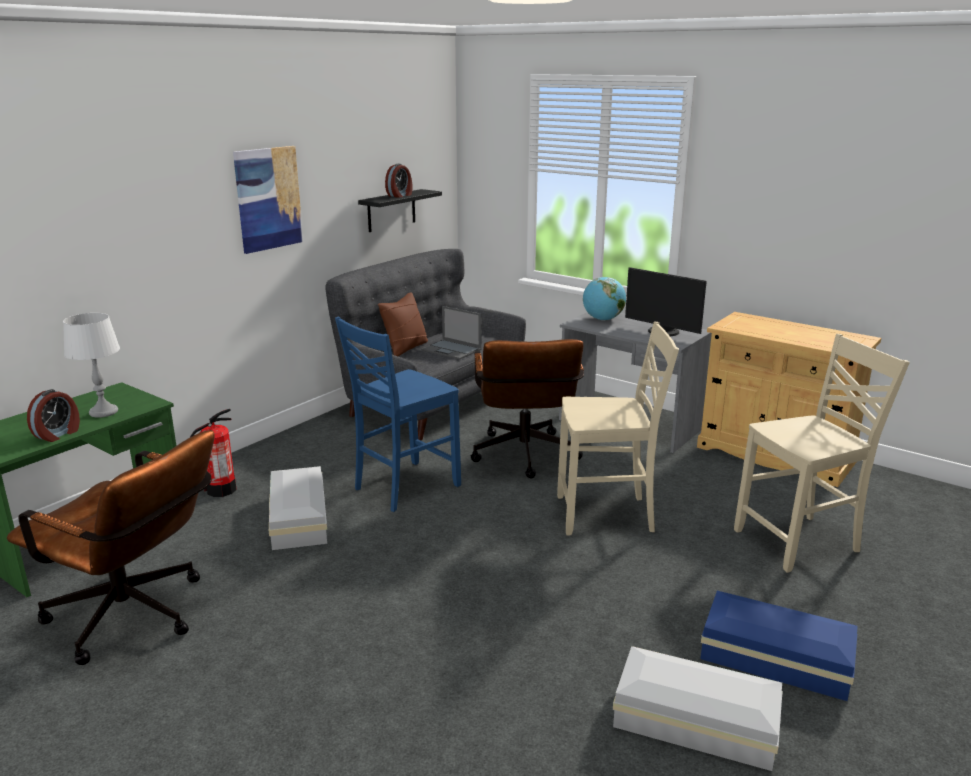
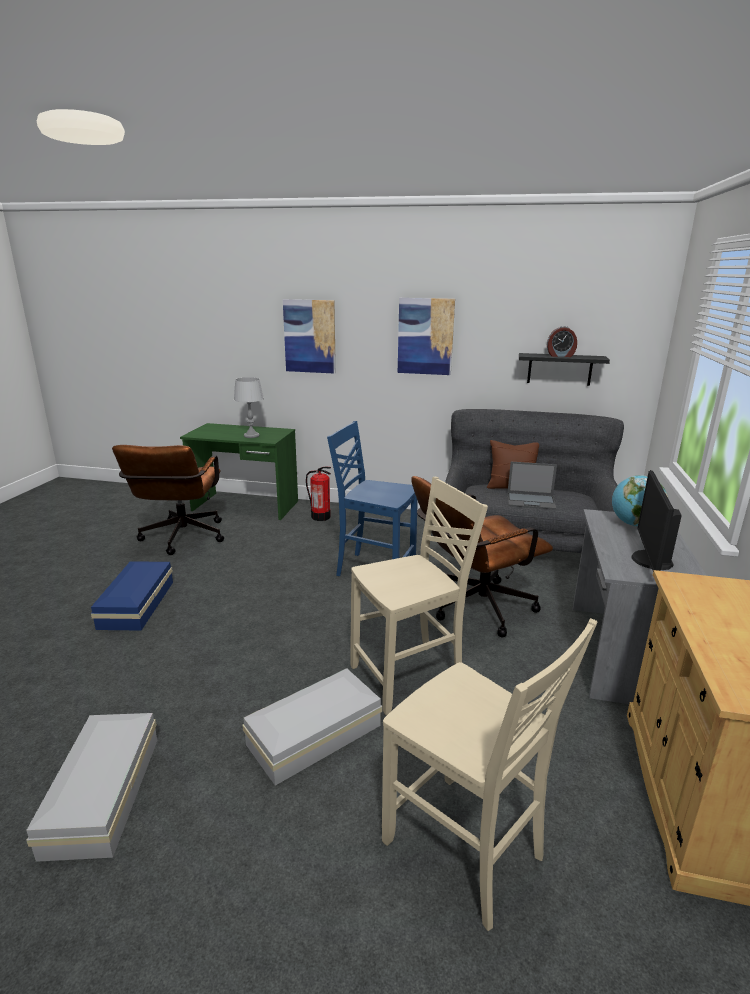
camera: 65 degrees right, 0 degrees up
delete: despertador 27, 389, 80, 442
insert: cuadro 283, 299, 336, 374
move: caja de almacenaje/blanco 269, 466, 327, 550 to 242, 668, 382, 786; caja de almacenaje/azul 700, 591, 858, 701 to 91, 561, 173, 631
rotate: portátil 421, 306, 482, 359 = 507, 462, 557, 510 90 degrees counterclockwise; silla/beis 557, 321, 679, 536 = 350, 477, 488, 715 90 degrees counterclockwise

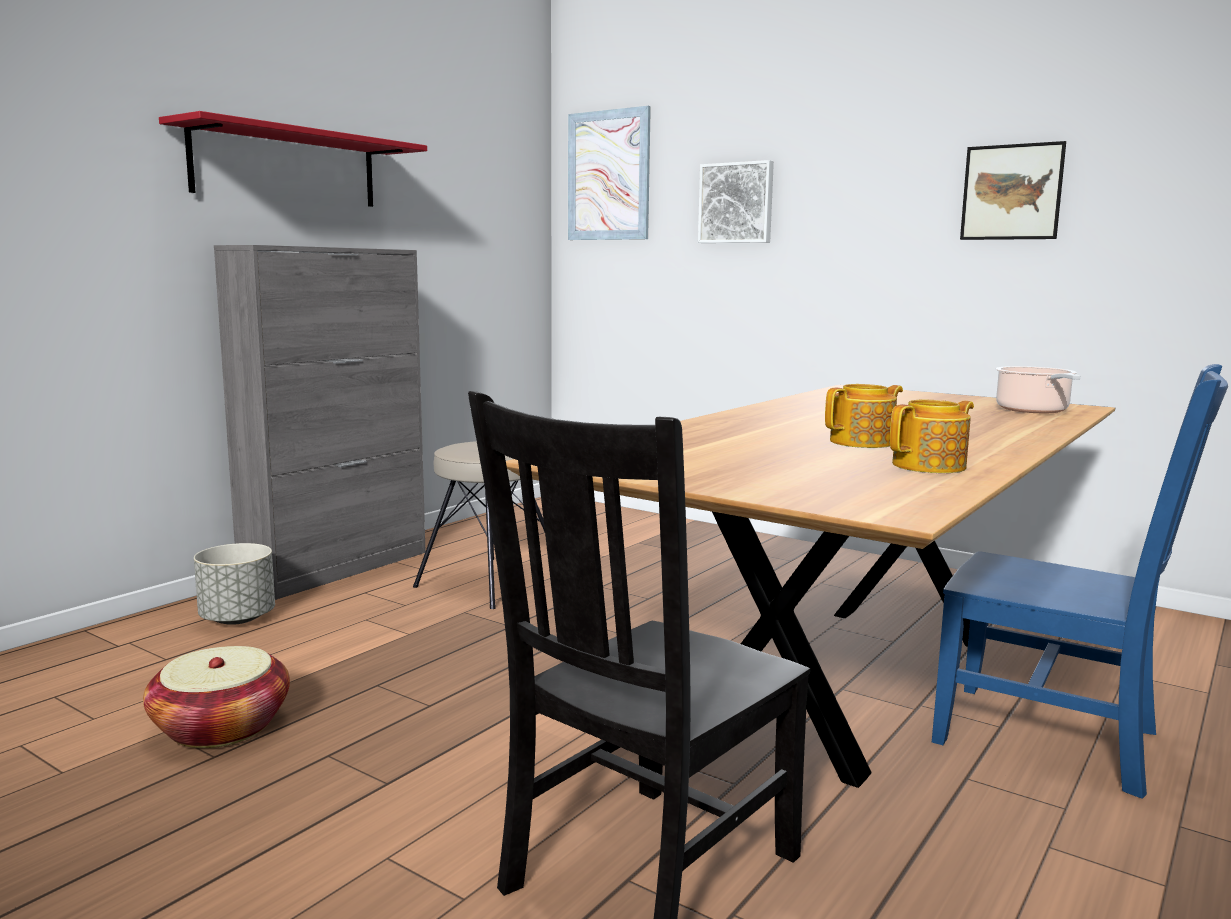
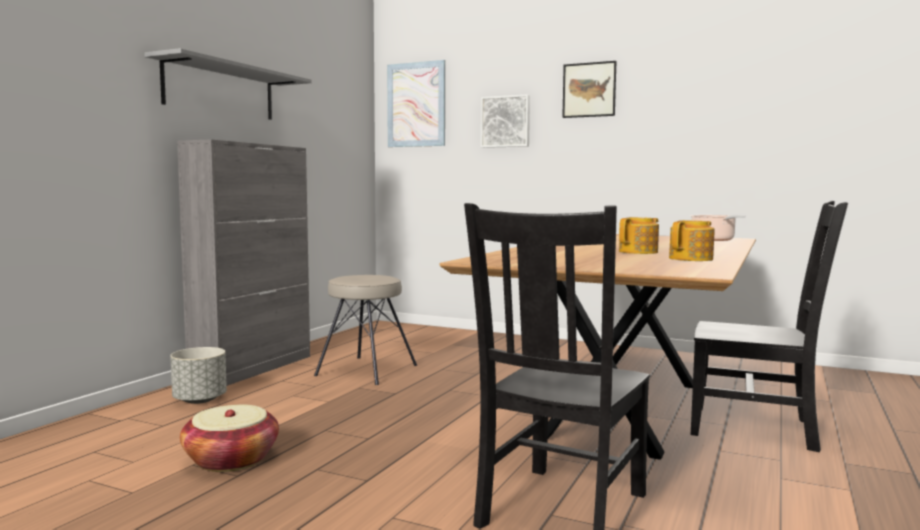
camera: 10 degrees left, 5 degrees down
move: cuadro 960, 141, 1066, 240 to 562, 61, 617, 118
recolor: estante/rojo 159, 111, 427, 207 to estante/gris 144, 48, 312, 120; silla/azul 932, 364, 1228, 799 to silla/negro 691, 201, 848, 452

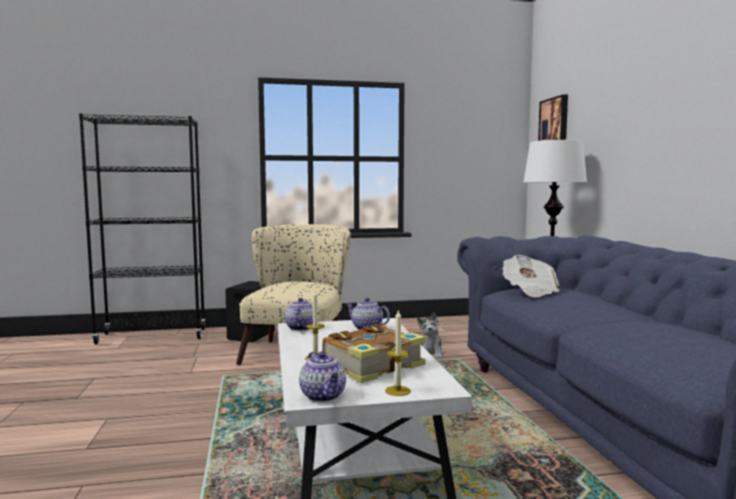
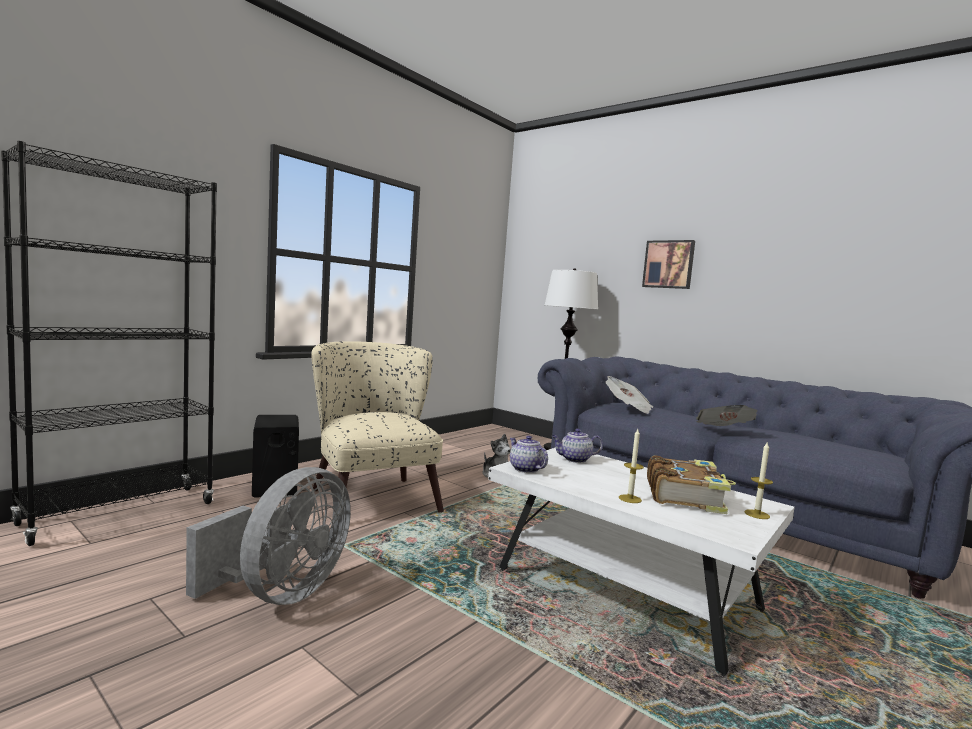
camera: 40 degrees left, 0 degrees up
delete: tetera 299, 351, 346, 402
insert: ventilador/gris 186, 467, 351, 605; periódico 696, 405, 757, 426
move: cuadro 538, 94, 568, 141 to 642, 240, 695, 289

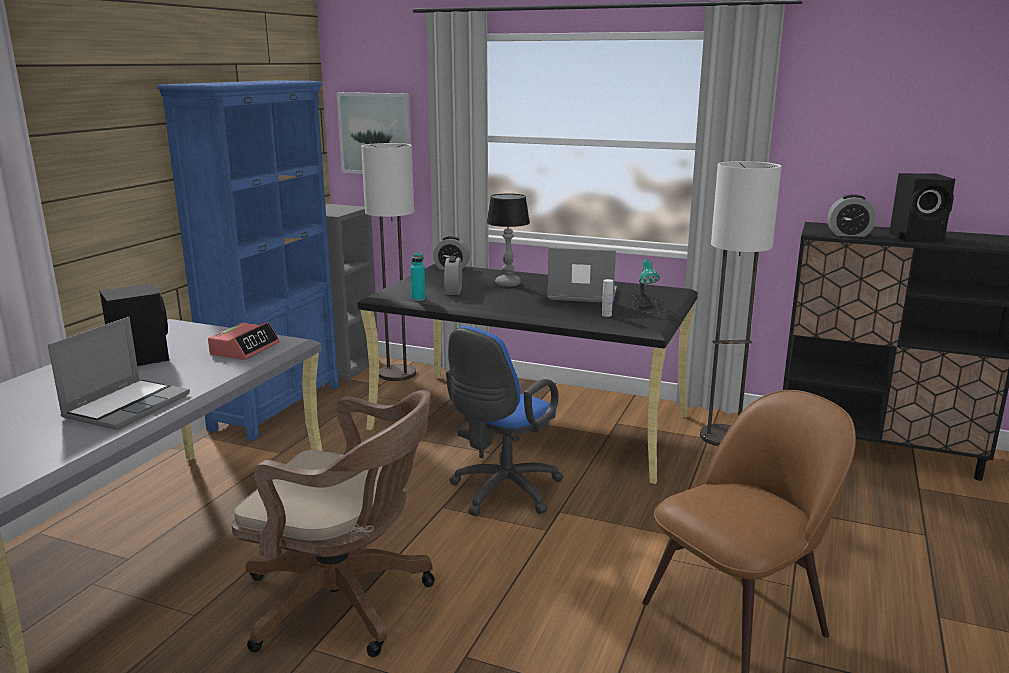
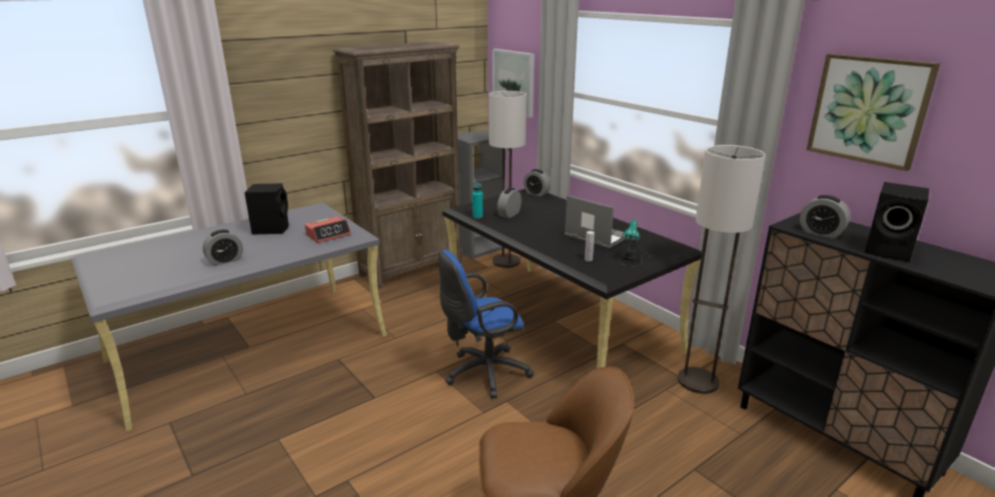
camera: 30 degrees right, 5 degrees up
delete: silla de oficina/marrón 232, 390, 435, 657; lámpara de mesa 486, 194, 530, 287
insert: cuadro 807, 53, 940, 171
replace: portátil 48, 317, 190, 430 to despertador 203, 230, 243, 266
recolor: estantería/azul 157, 80, 339, 441 to estantería/marrón 333, 41, 462, 289

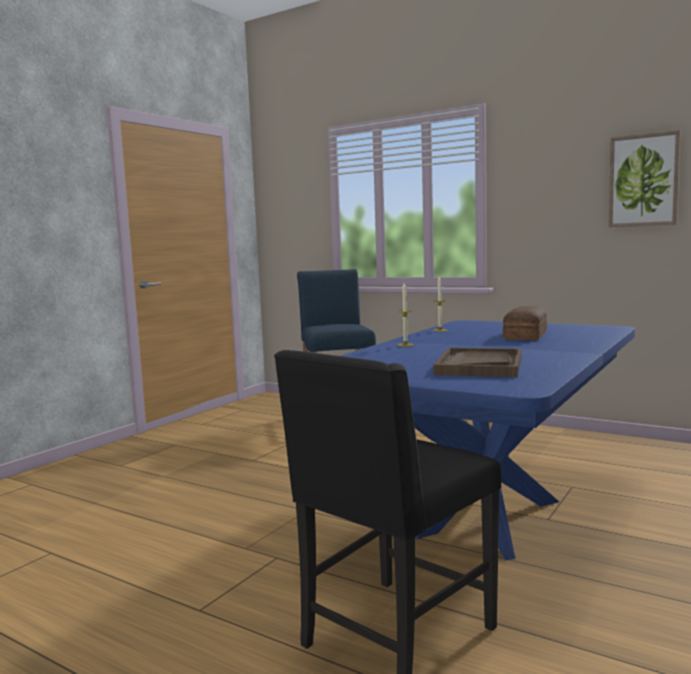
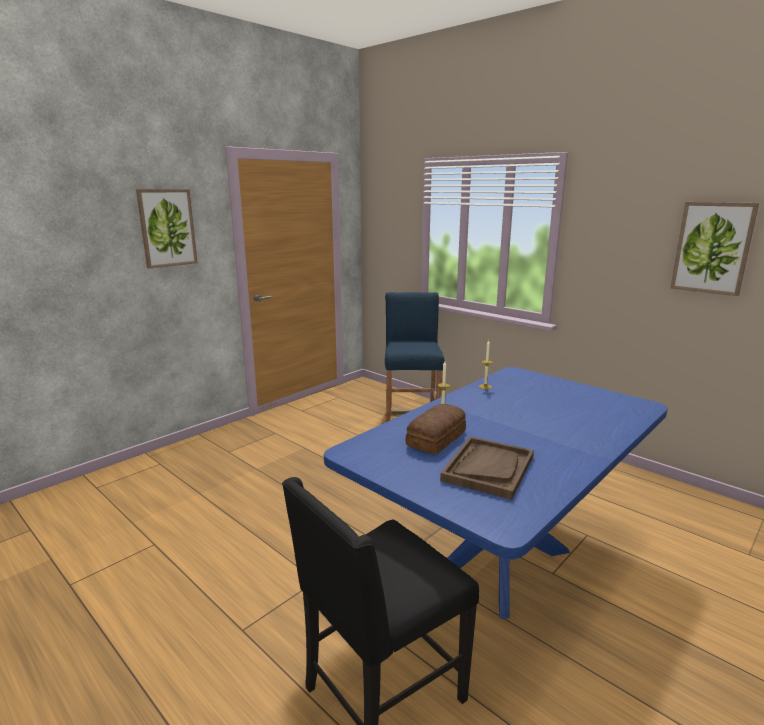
camera: 10 degrees right, 10 degrees up
insert: cuadro 136, 189, 198, 269
move: pan 503, 306, 547, 340 to 405, 404, 466, 454

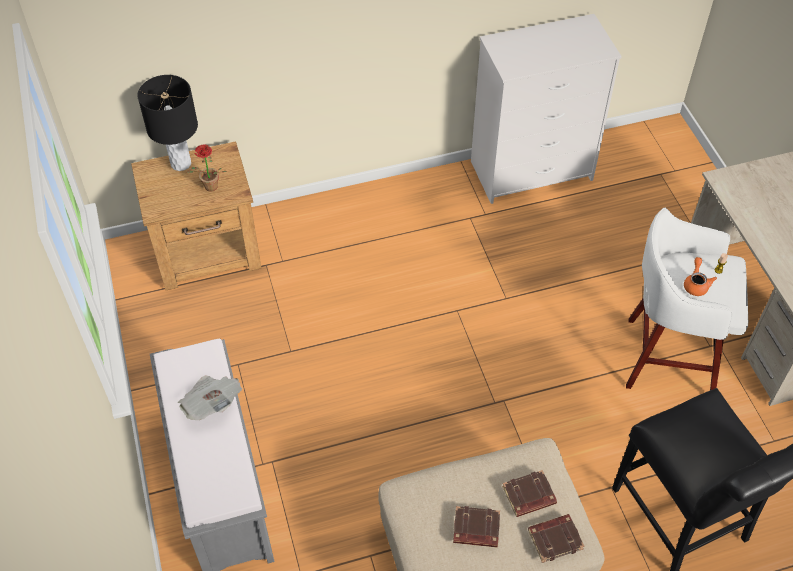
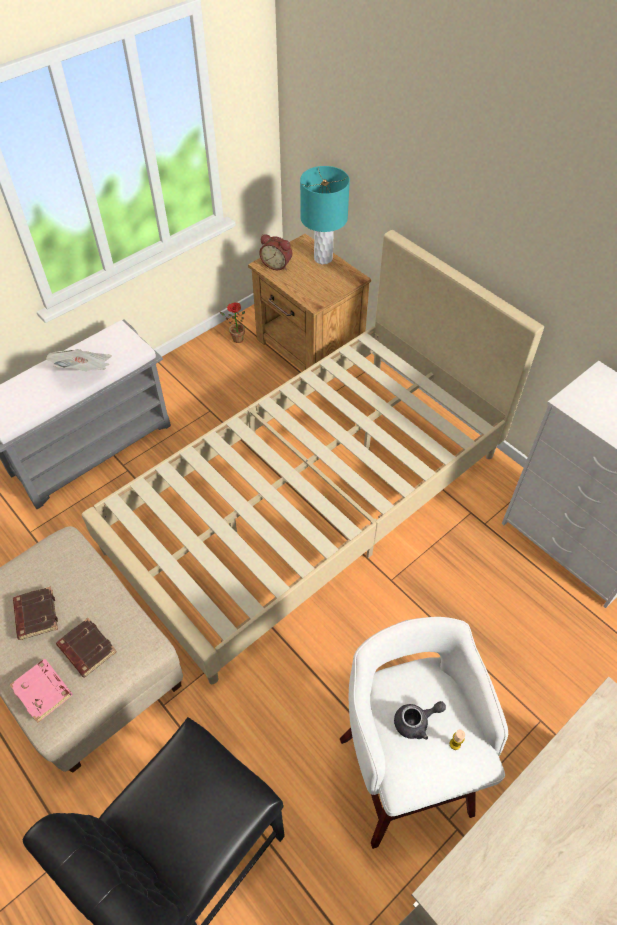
camera: 65 degrees right, 0 degrees up
insert: cama/beis 82, 230, 544, 684; despertador 259, 234, 292, 270
move: planta en maceta 187, 145, 227, 191 to 220, 302, 245, 343
recolor: lámpara de mesa/negro 138, 75, 198, 171 to lámpara de mesa/turquesa 300, 166, 350, 264; libro/marrón 528, 514, 585, 563 to libro/rosa 10, 659, 72, 723; tetera/naranja 684, 257, 717, 296 to tetera/gris 394, 701, 446, 740

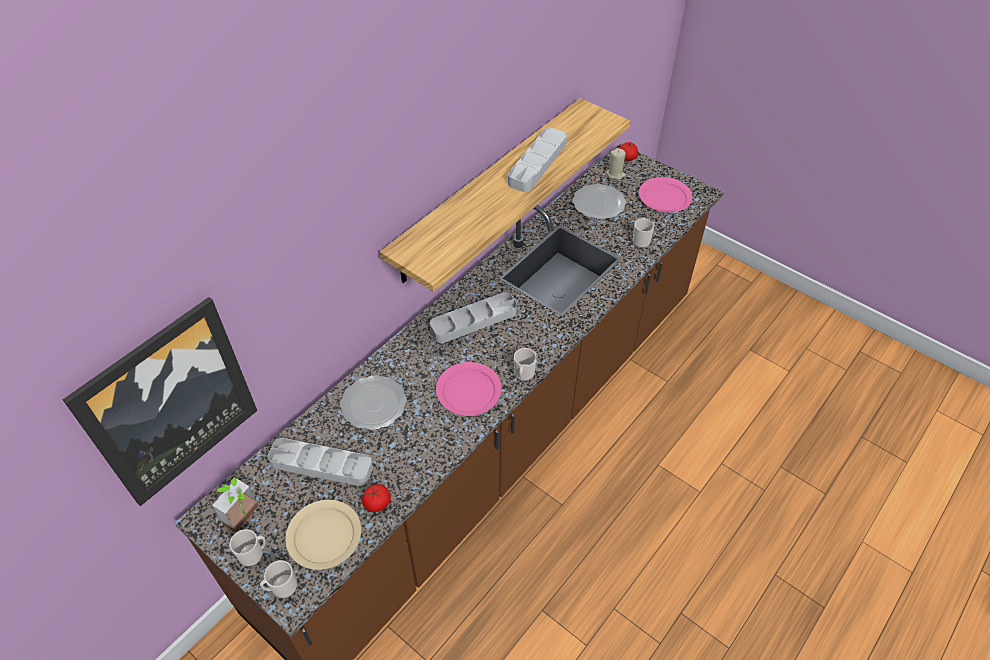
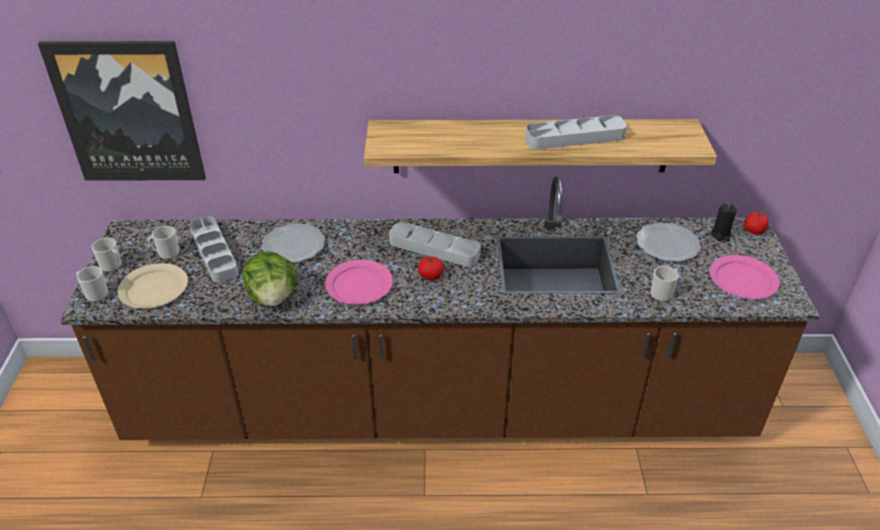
camera: 50 degrees right, 10 degrees down
delete: planta en maceta 212, 477, 259, 532
insert: lechuga 243, 251, 297, 306
move: tomate 362, 484, 391, 512 to 418, 256, 444, 280; taza grande 514, 348, 537, 381 to 148, 226, 180, 259
recolor: vela/beis 606, 148, 626, 180 to vela/negro 710, 204, 737, 242

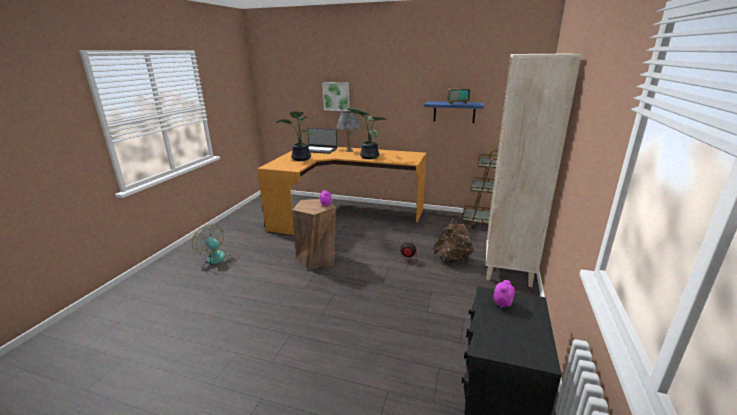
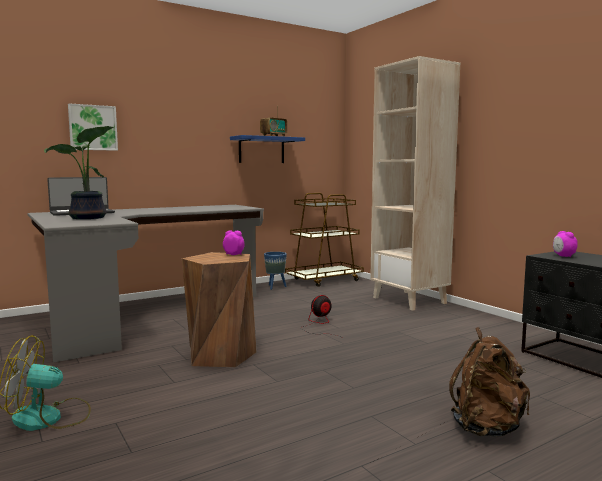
camera: 50 degrees left, 15 degrees down
delete: lámpara de mesa/gris 337, 111, 361, 152; planta en maceta 348, 108, 387, 159
insert: maceta/azul 264, 252, 287, 290
move: mochila/marrón 434, 218, 474, 263 to 449, 327, 530, 437
recolor: escritorio/naranja 257, 147, 427, 235 to escritorio/gris 28, 205, 264, 363

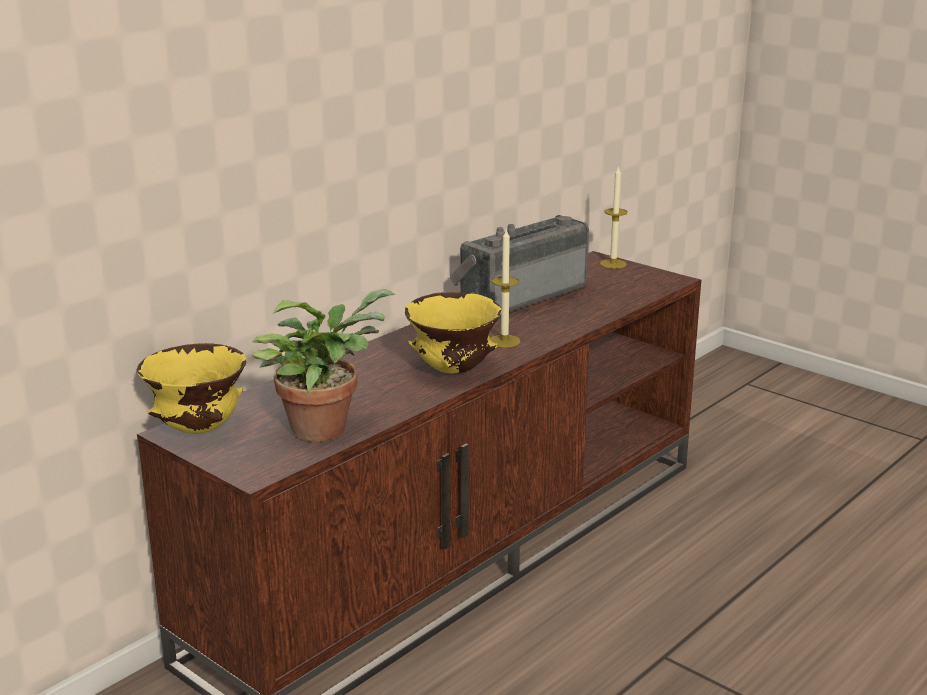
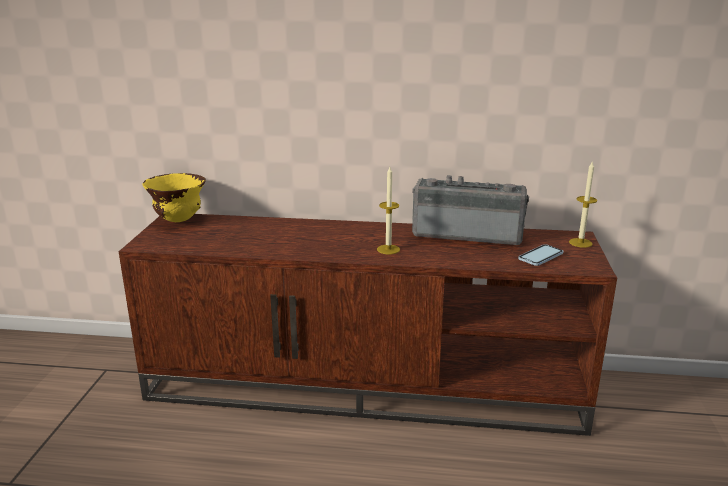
camera: 55 degrees right, 0 degrees up
delete: planta en maceta 252, 289, 395, 443; cuenco/amarillo 405, 292, 502, 374
insert: móvil 518, 244, 563, 266

